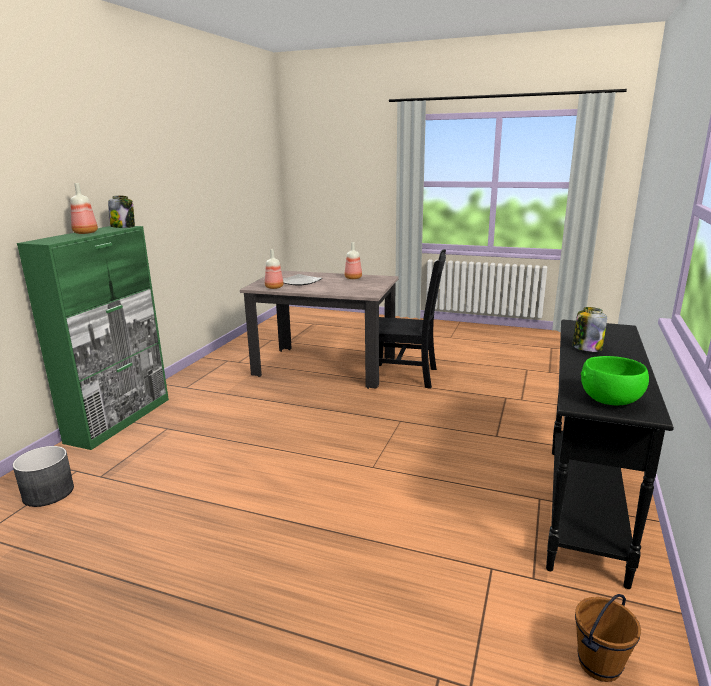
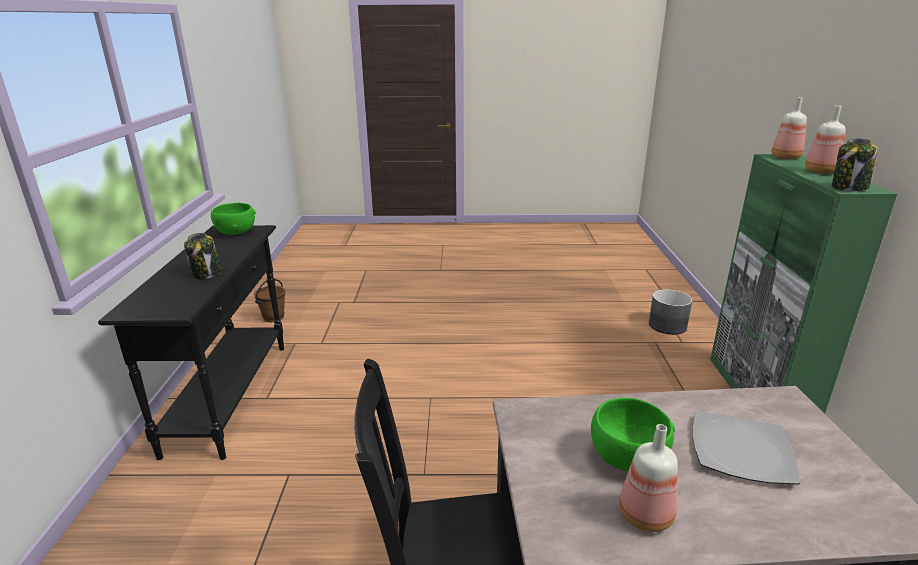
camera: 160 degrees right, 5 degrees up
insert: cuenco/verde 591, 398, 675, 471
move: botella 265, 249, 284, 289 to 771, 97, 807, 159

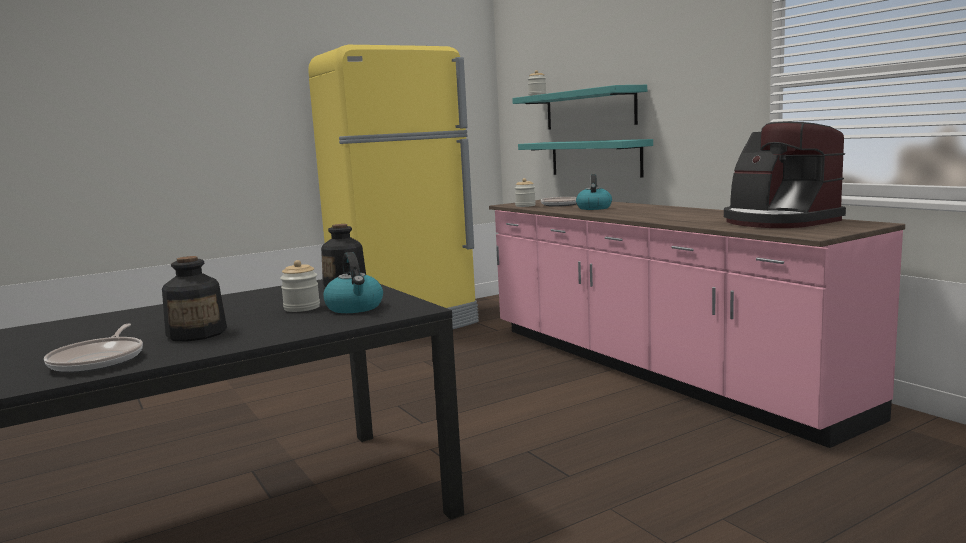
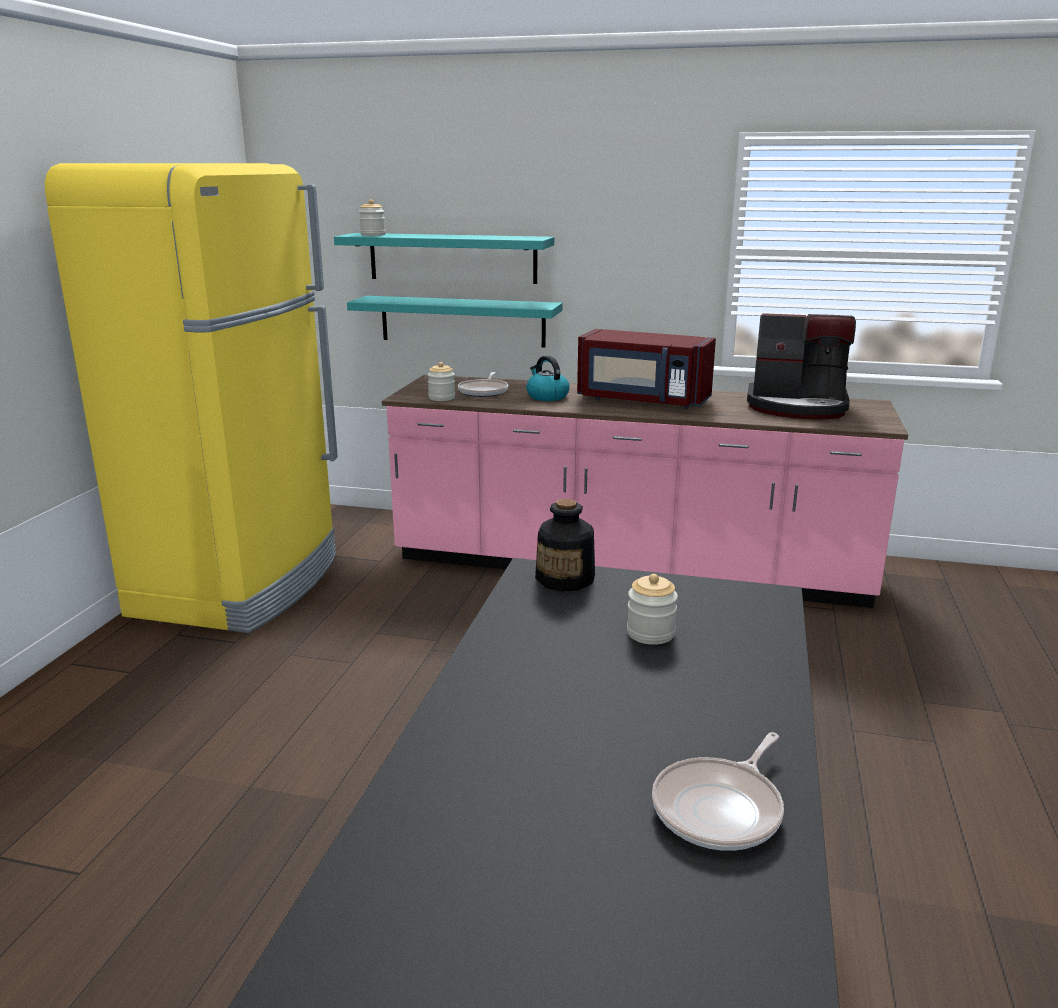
camera: 45 degrees left, 10 degrees up
delete: botella 162, 256, 227, 342; hervidor 323, 252, 383, 313
insert: microondas/rojo 577, 329, 716, 409
rotate: sartén 44, 324, 143, 373 = 652, 732, 784, 851 90 degrees clockwise

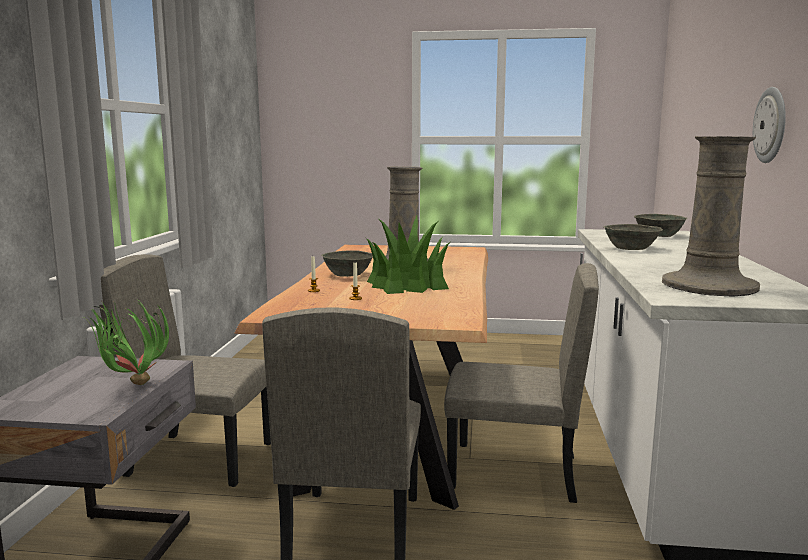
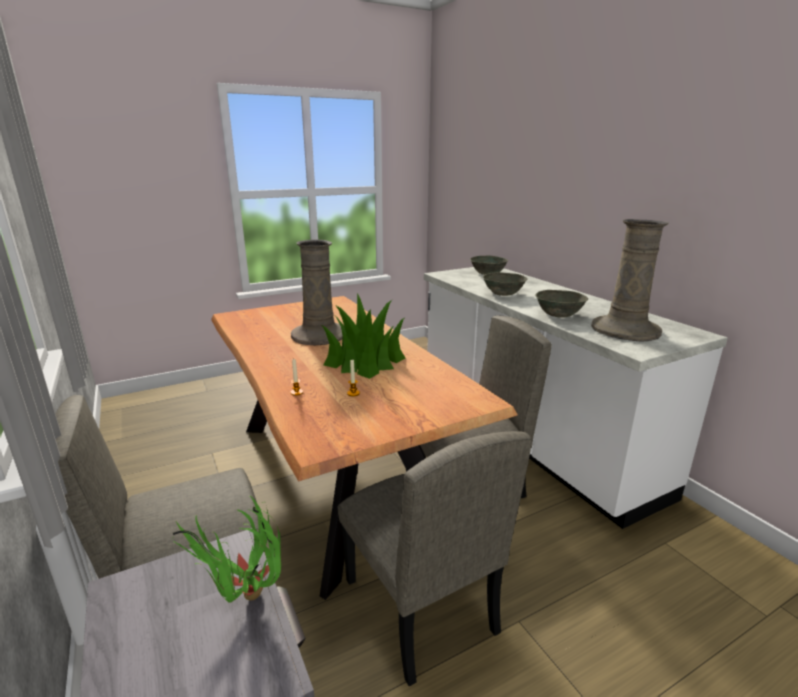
camera: 35 degrees left, 10 degrees up
delete: reloj de pared 753, 87, 786, 163
move: cuenco/gris 321, 250, 373, 277 to 535, 290, 588, 318

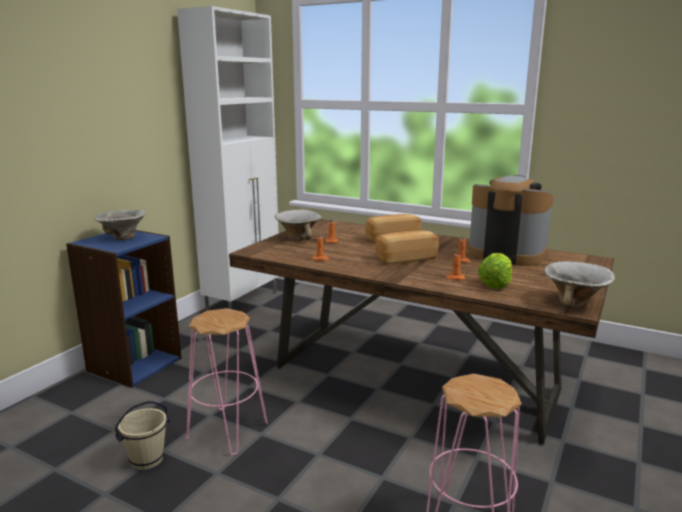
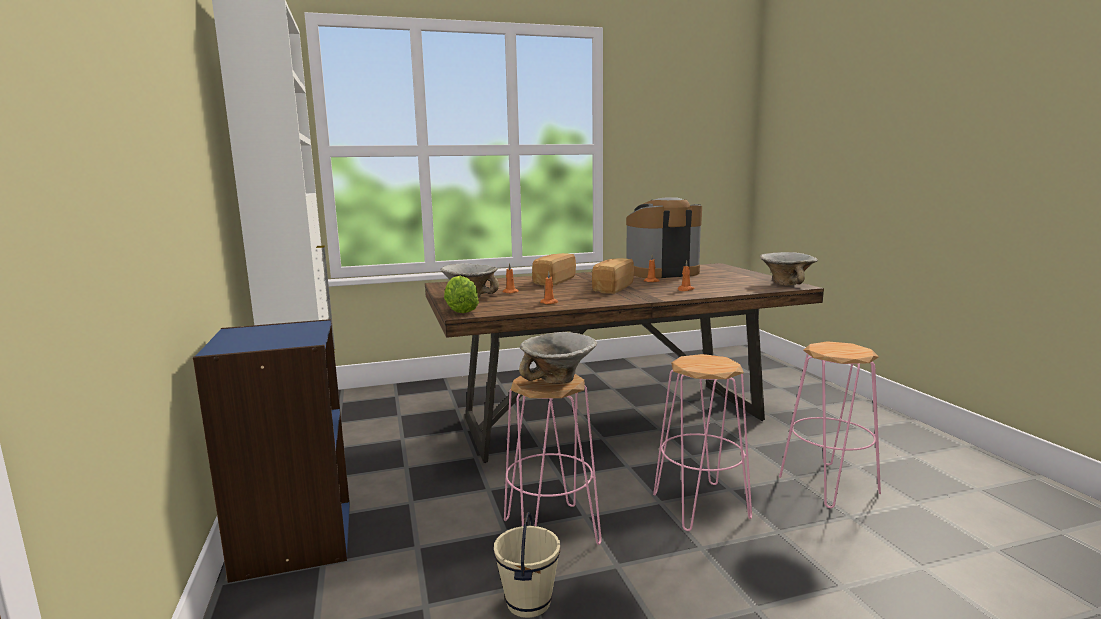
camera: 45 degrees left, 5 degrees down
insert: taburete/rosa 653, 354, 752, 531
move: cuenco 94, 210, 146, 240 to 519, 332, 598, 384; lechuga 478, 253, 512, 289 to 444, 276, 479, 313

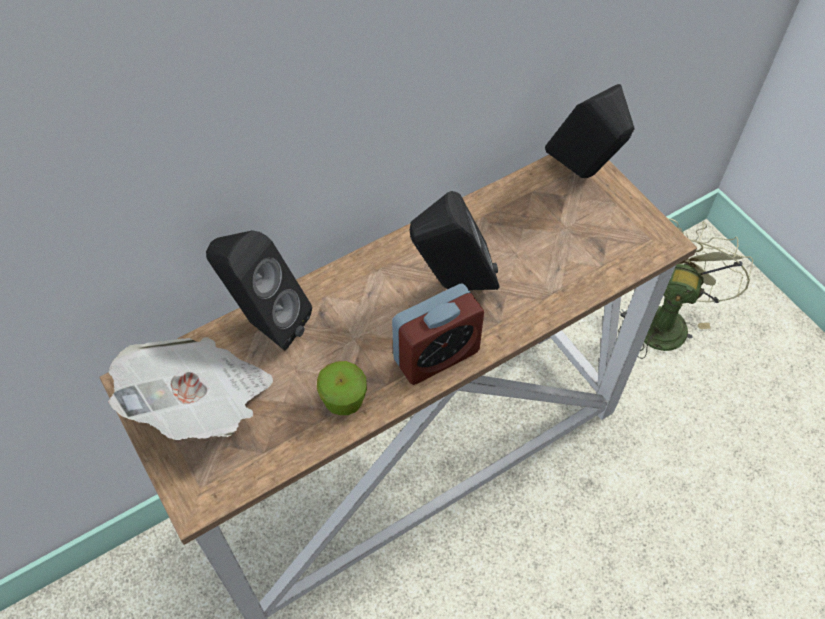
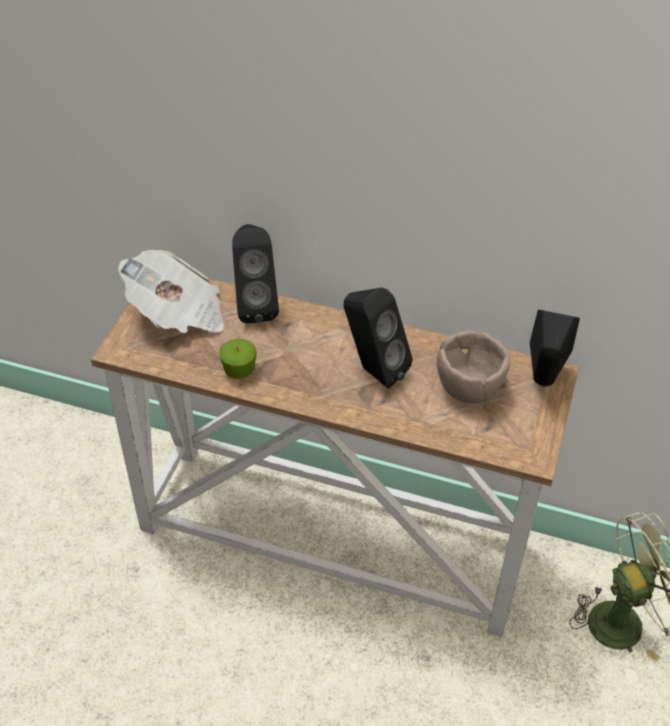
camera: 50 degrees right, 10 degrees down
delete: despertador 392, 283, 484, 385
insert: cuenco/marrón 437, 330, 510, 403

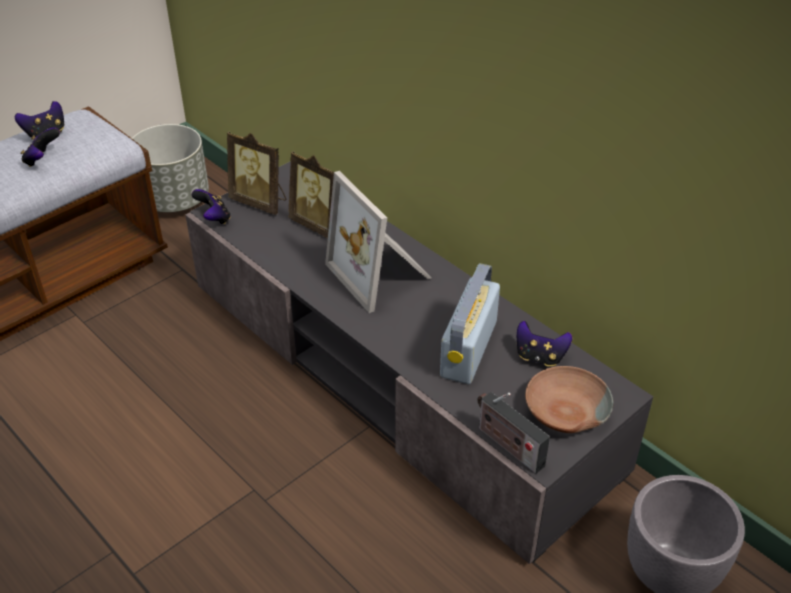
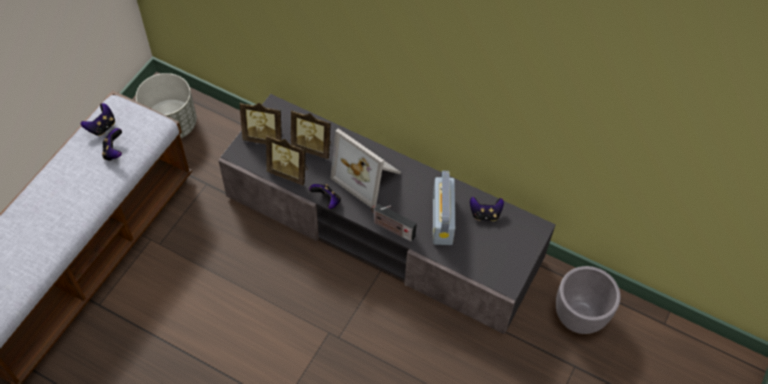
camera: 20 degrees left, 15 degrees up
delete: cuenco/marrón 525, 366, 613, 433
insert: portarretratos 266, 134, 308, 185
move: mando de consola 191, 189, 231, 224 to 309, 184, 341, 209; radio 477, 392, 550, 474 to 371, 204, 417, 242

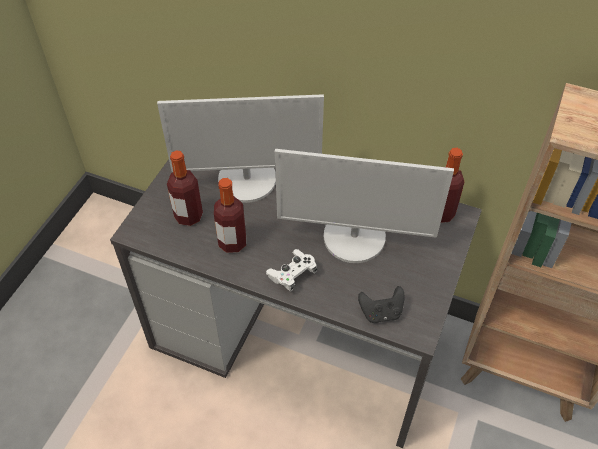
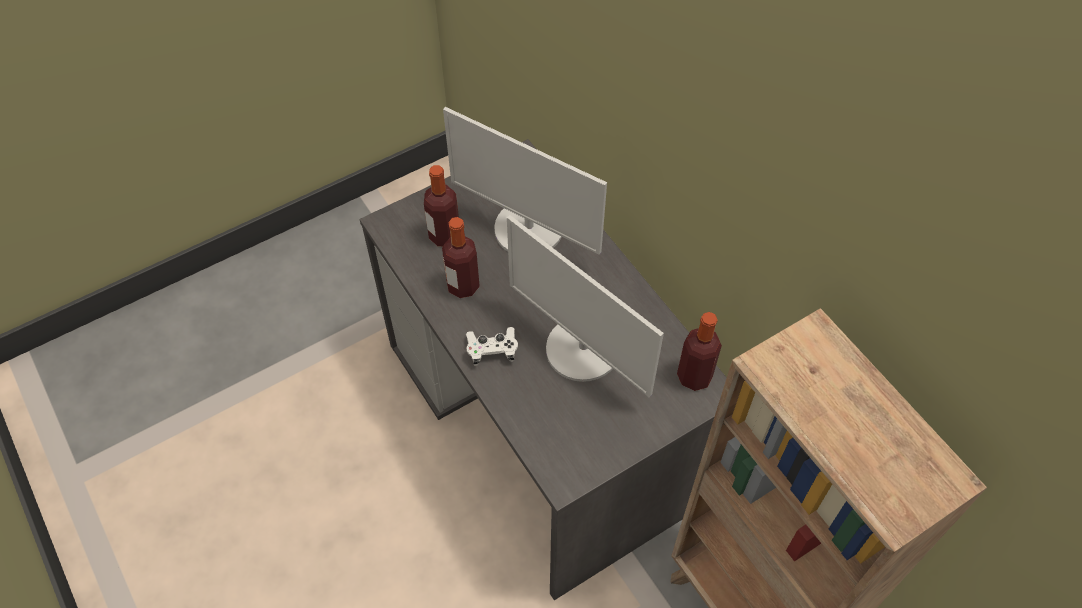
camera: 35 degrees right, 5 degrees up
delete: mando de consola/negro 358, 286, 404, 323

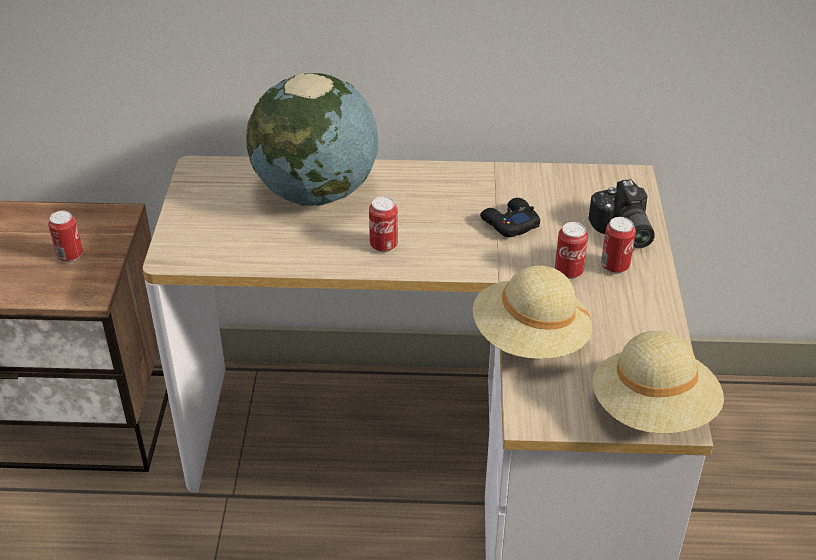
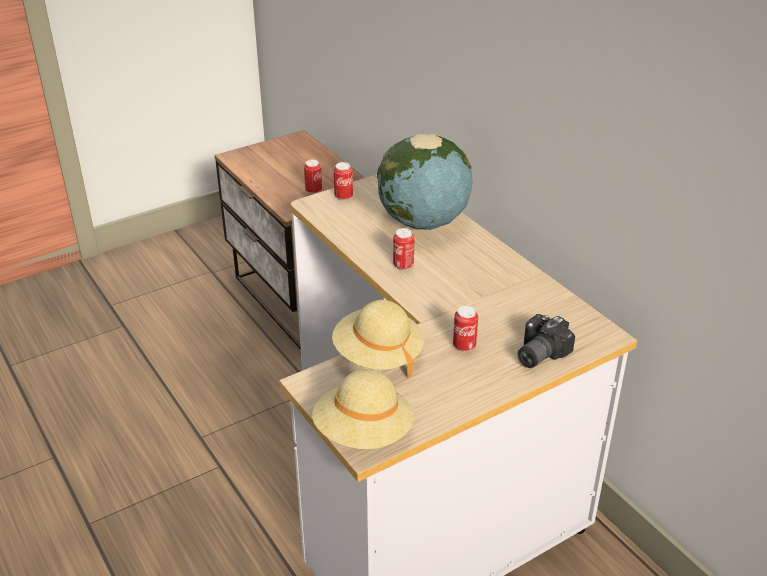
camera: 55 degrees right, 5 degrees down
delete: mando de consola/negro 480, 198, 540, 237
move: lata 601, 217, 636, 274 to 334, 162, 353, 201

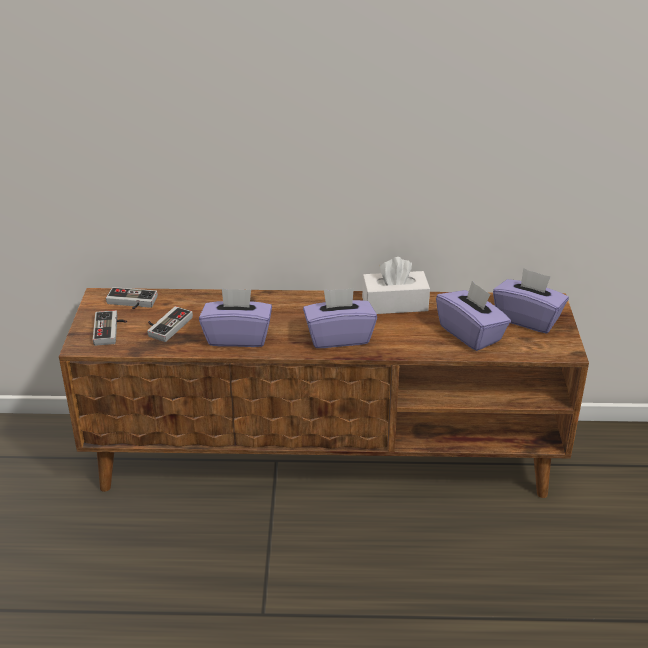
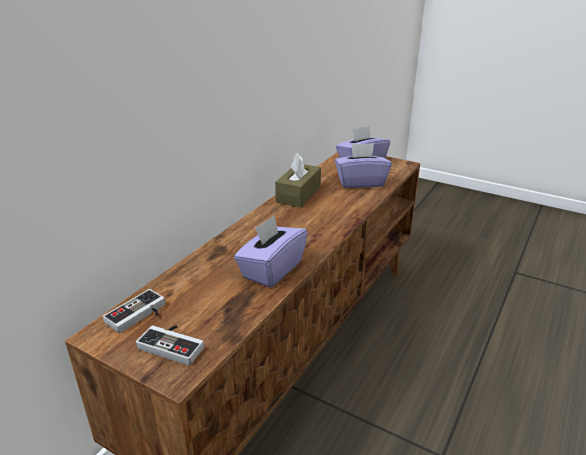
camera: 60 degrees left, 5 degrees down
delete: mando de consola 147, 306, 193, 342; caja de pañuelos/morado 303, 288, 377, 348
recolor: caja de pañuelos/blanco 362, 257, 430, 314 to caja de pañuelos/marrón 275, 153, 321, 208

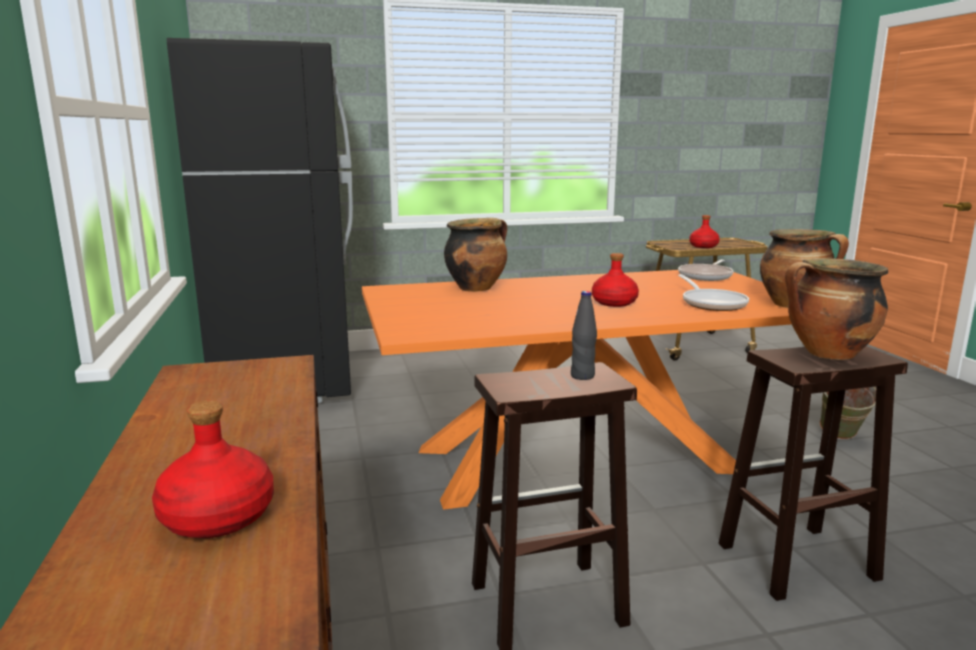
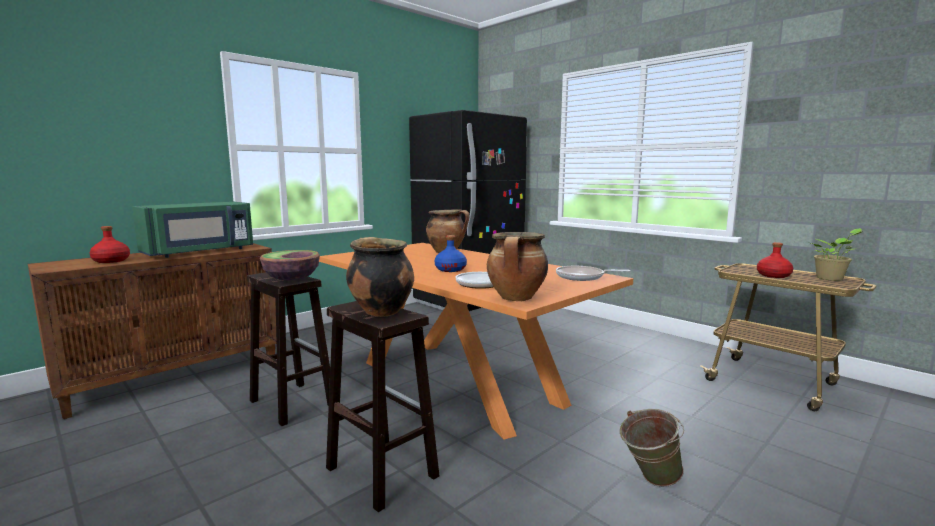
camera: 60 degrees right, 5 degrees down
insert: microondas/verde 132, 202, 253, 258; planta en maceta 811, 228, 863, 281
replace: botella/negro 571, 291, 597, 380 to cuenco 260, 250, 320, 280
recolor: botella/rojo 592, 253, 639, 307 to botella/azul 434, 235, 467, 272

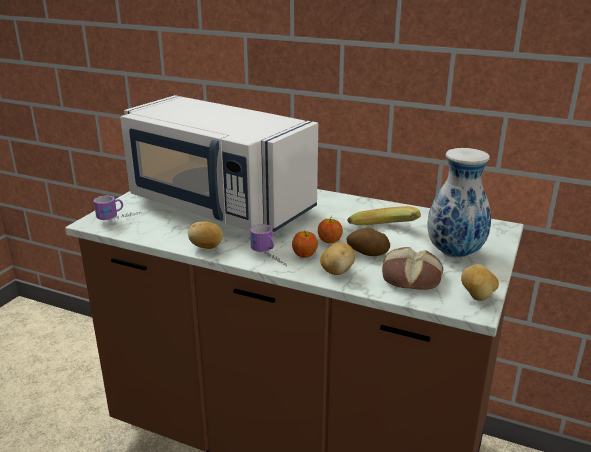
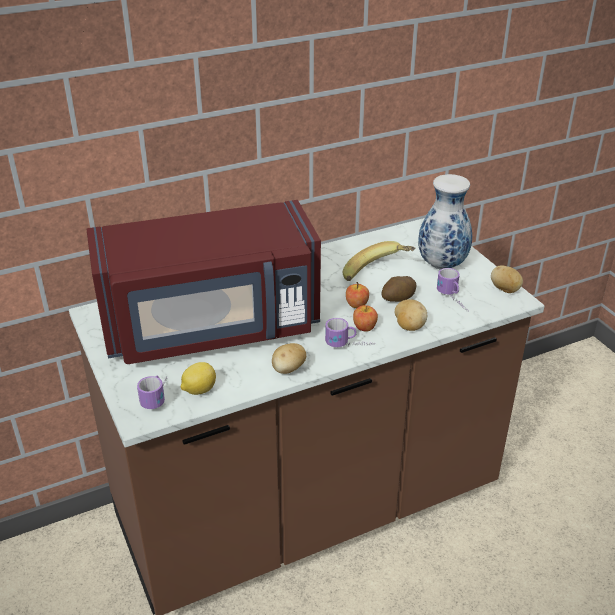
camera: 50 degrees left, 10 degrees up
insert: limón 181, 362, 216, 395
replace: pan 382, 247, 443, 290 to taza grande 437, 268, 469, 311
recolor: microondas/blanco 121, 95, 318, 232 to microondas/rojo 86, 200, 321, 364

